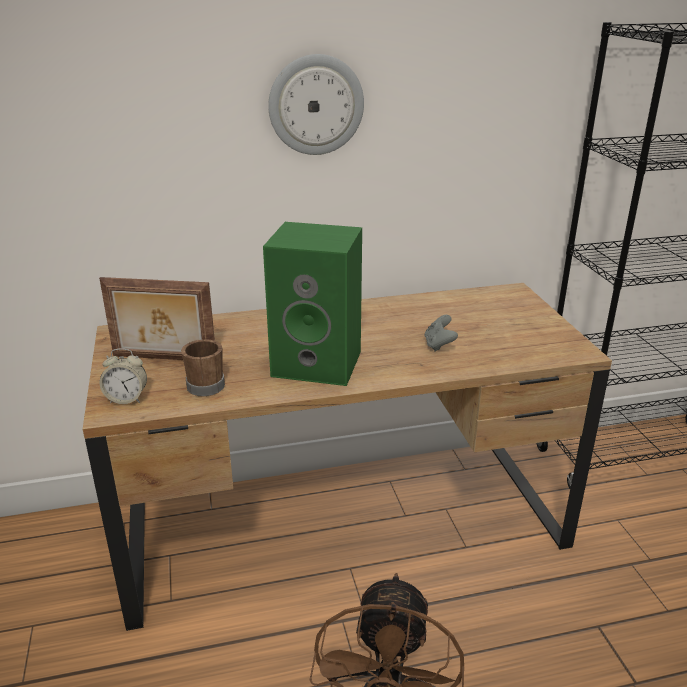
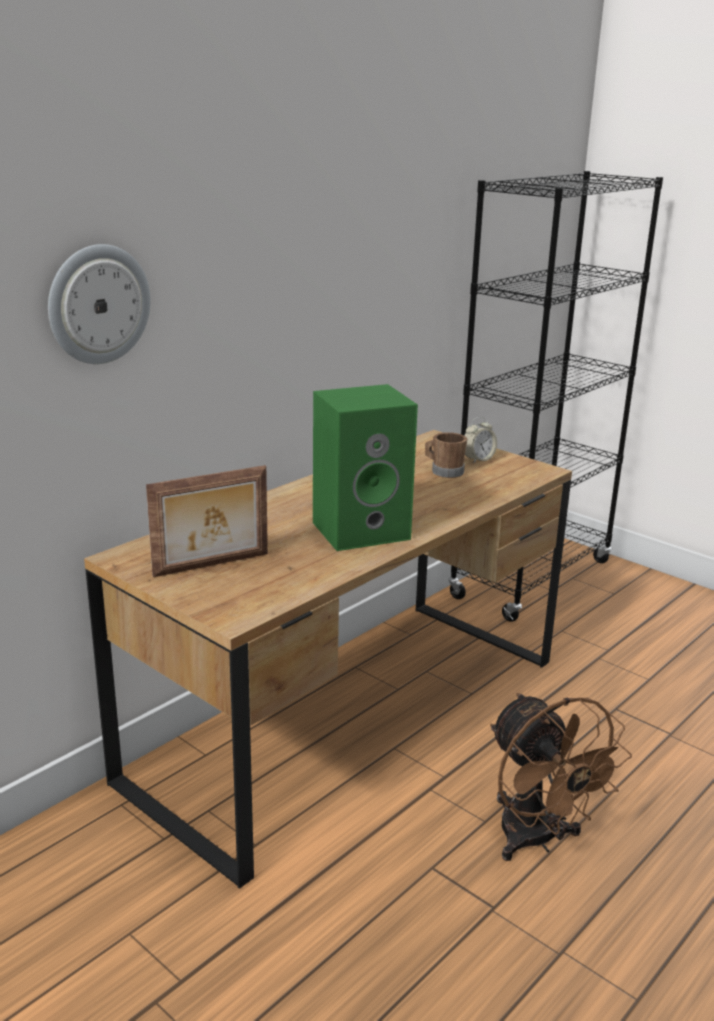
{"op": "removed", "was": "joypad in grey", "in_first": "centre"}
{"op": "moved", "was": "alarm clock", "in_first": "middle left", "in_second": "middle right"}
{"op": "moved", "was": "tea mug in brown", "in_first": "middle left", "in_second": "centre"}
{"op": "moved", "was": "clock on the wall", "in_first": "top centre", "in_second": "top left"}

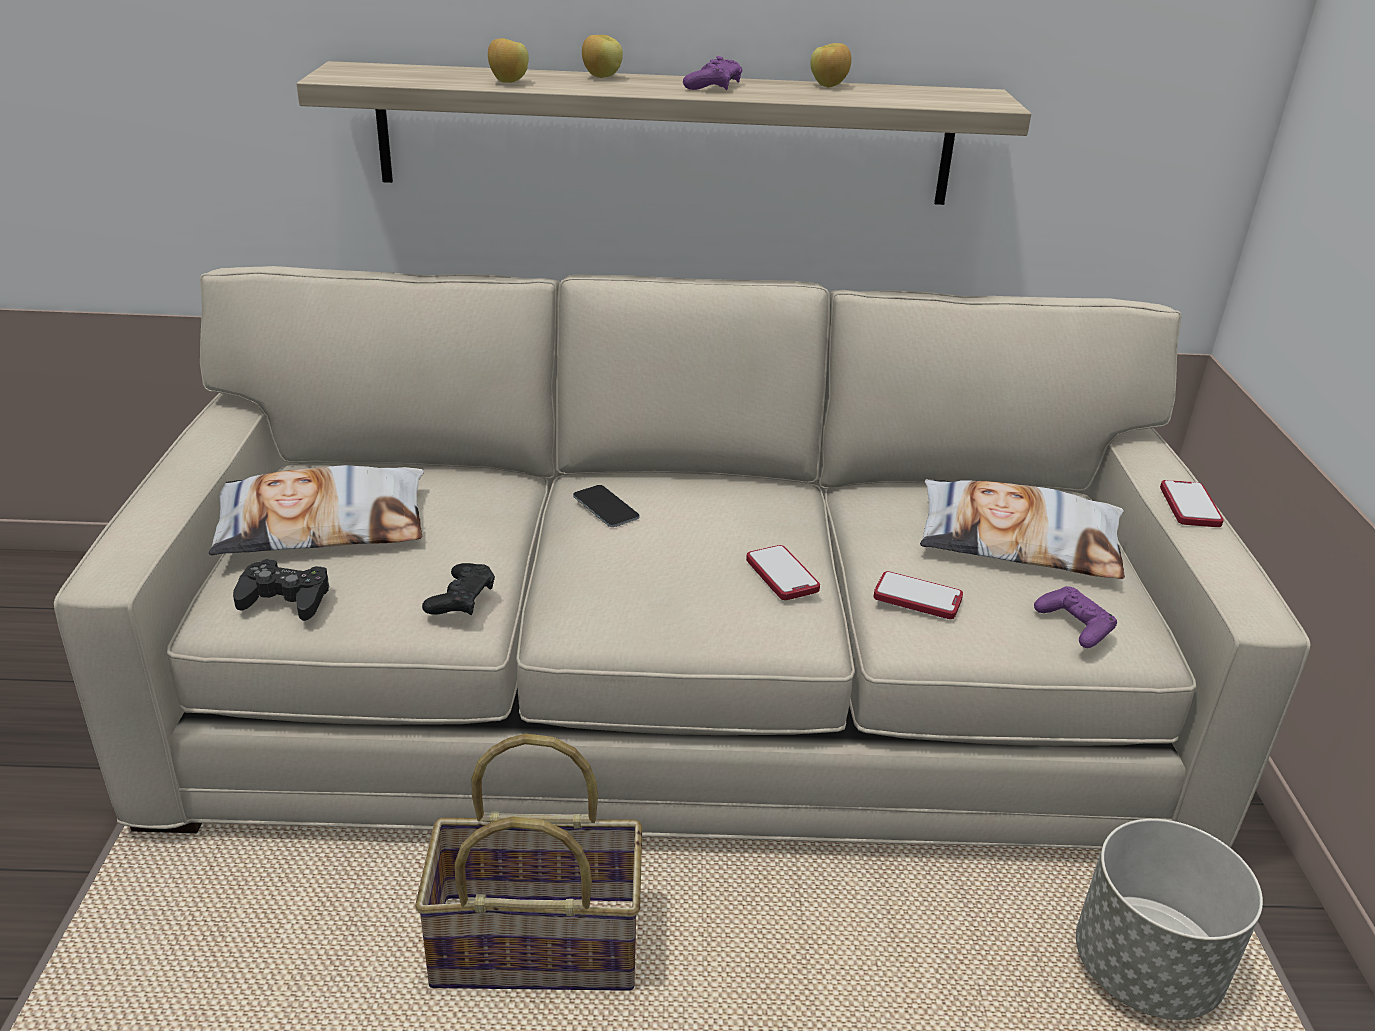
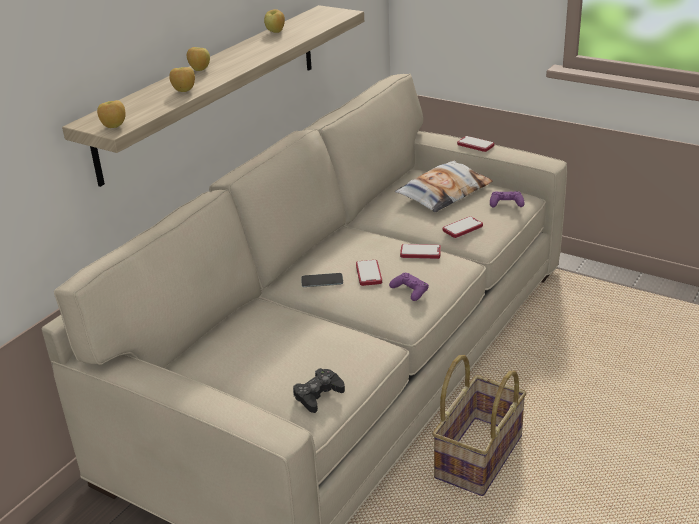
{"op": "removed", "was": "pillow (1st from left)", "in_first": "middle left"}
{"op": "removed", "was": "joypad in black (2nd from left)", "in_first": "middle left"}
{"op": "removed", "was": "planter in grey", "in_first": "bottom right"}
{"op": "added", "now": "apple fruit (1st from left)", "in_second": "top left"}
{"op": "added", "now": "phone (2nd from left)", "in_second": "centre"}
{"op": "moved", "was": "joypad in purple (1st from left)", "in_first": "top centre", "in_second": "centre"}

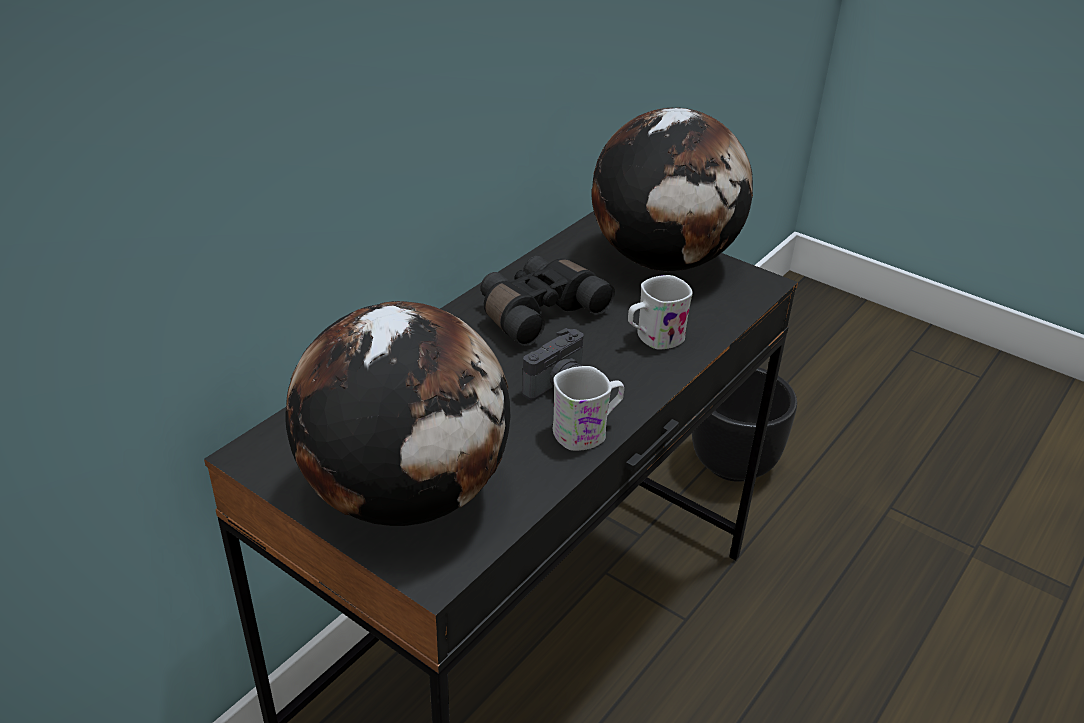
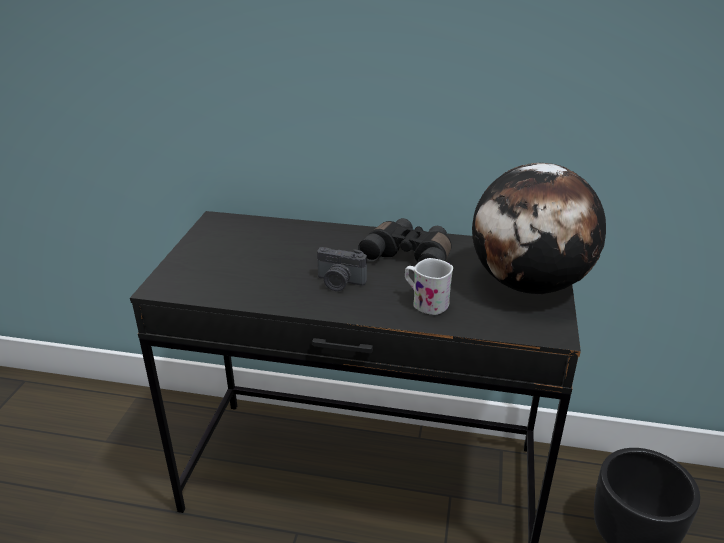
{"op": "removed", "was": "globe (1st from left)", "in_first": "centre"}
{"op": "removed", "was": "tea mug in whitish (1st from left)", "in_first": "centre"}

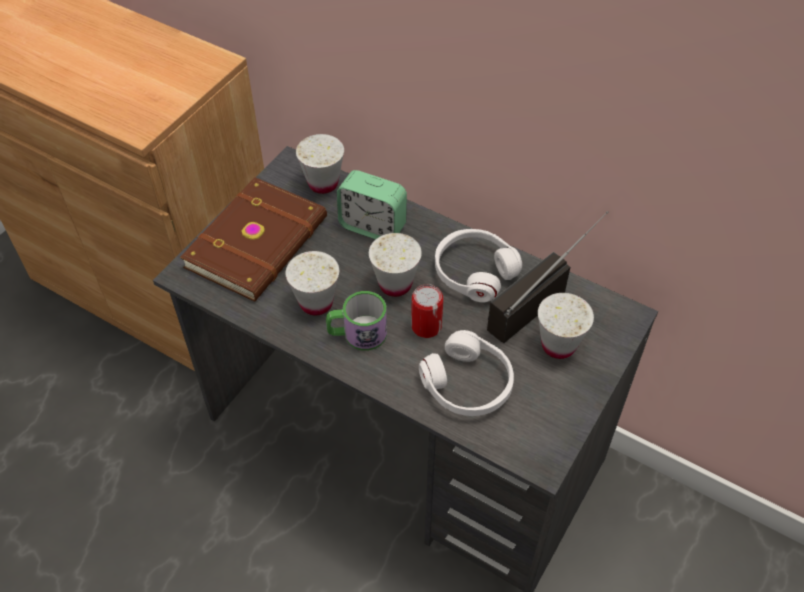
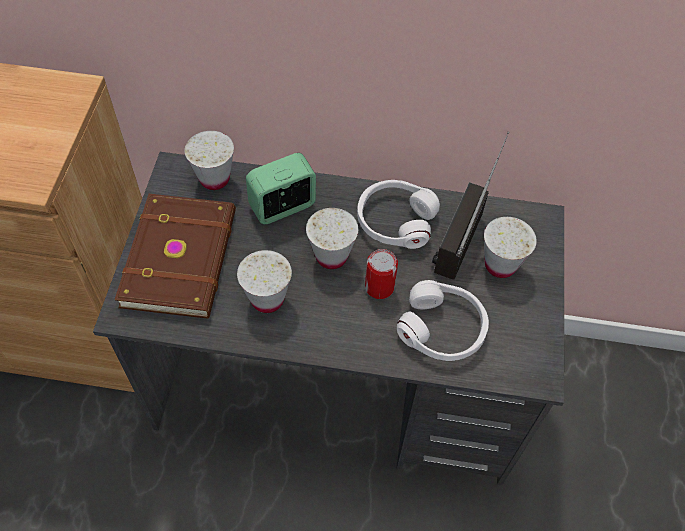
{"op": "removed", "was": "tea mug", "in_first": "centre"}
{"op": "turned", "was": "alarm clock", "in_first": "centre", "in_second": "centre", "clockwise": 150}

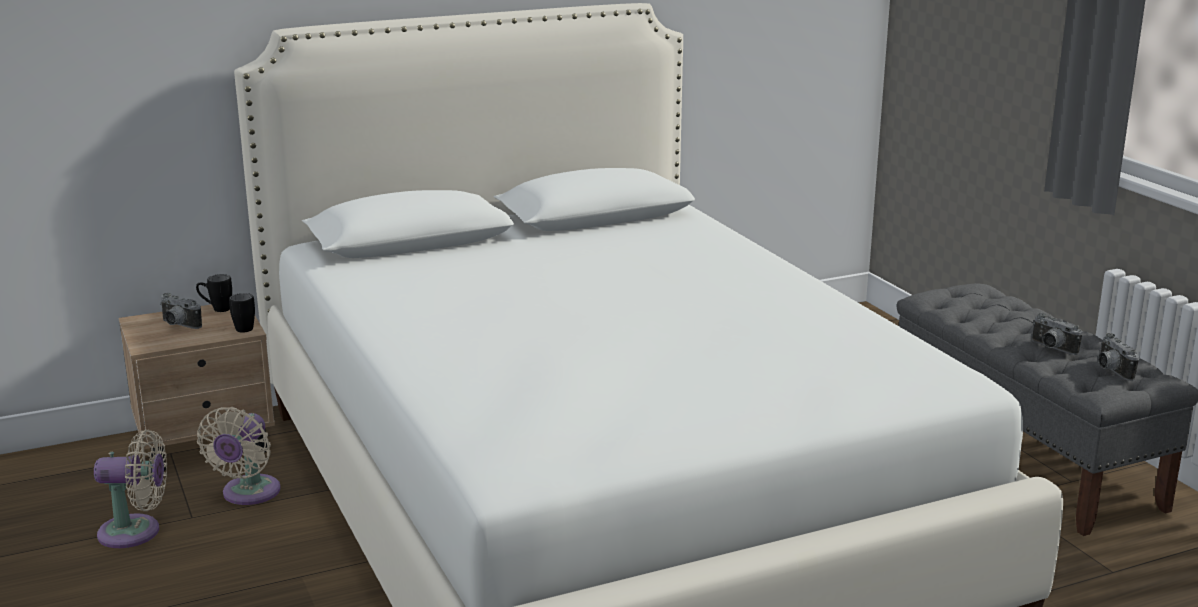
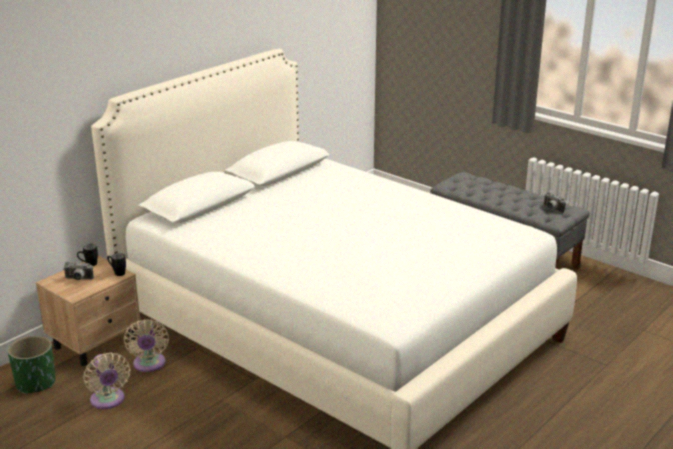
{"op": "removed", "was": "still camera (2nd from left)", "in_first": "middle right"}
{"op": "added", "now": "planter in greenish", "in_second": "bottom left"}
{"op": "turned", "was": "fan in beige-coloured (1st from left)", "in_first": "bottom left", "in_second": "bottom left", "clockwise": 90}

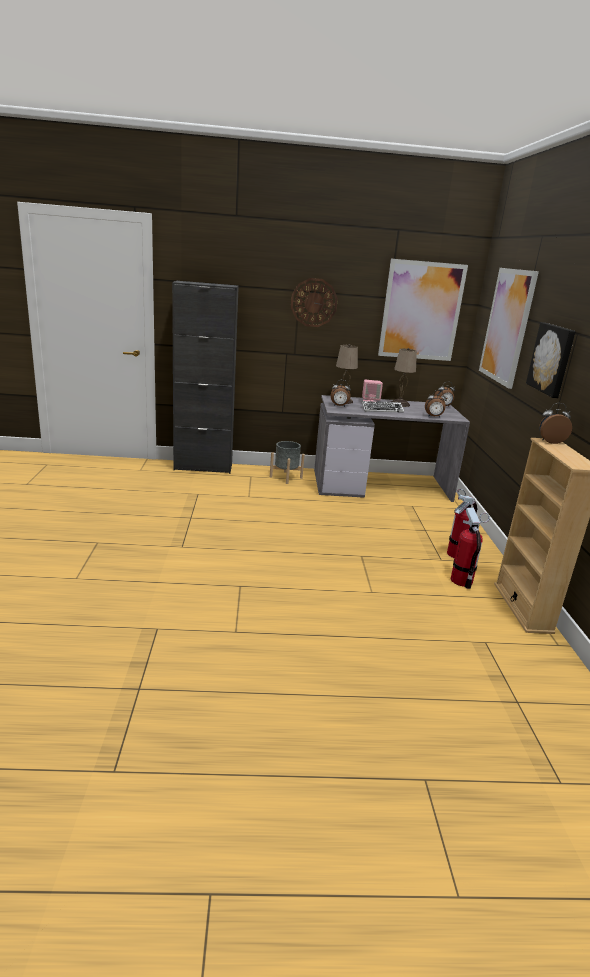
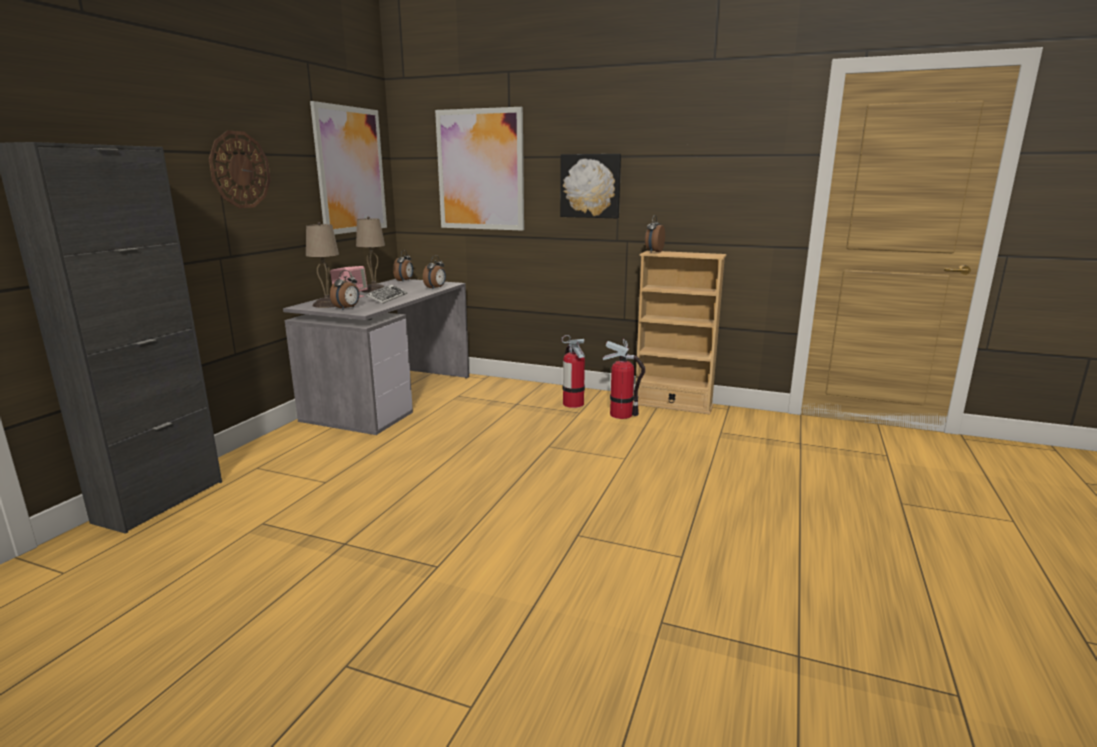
{"op": "removed", "was": "planter in grey", "in_first": "centre"}

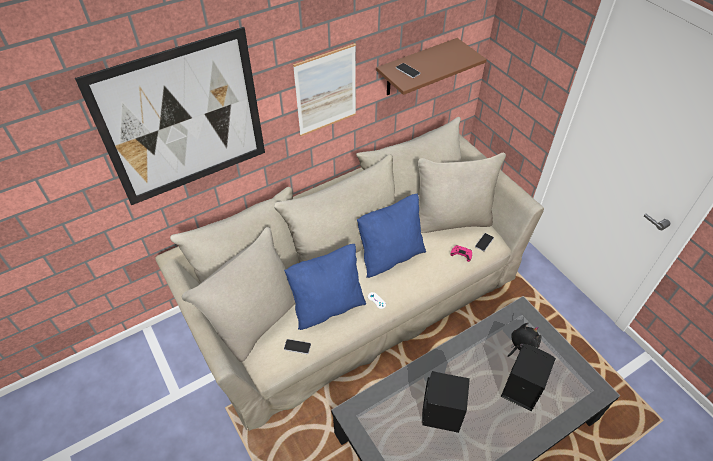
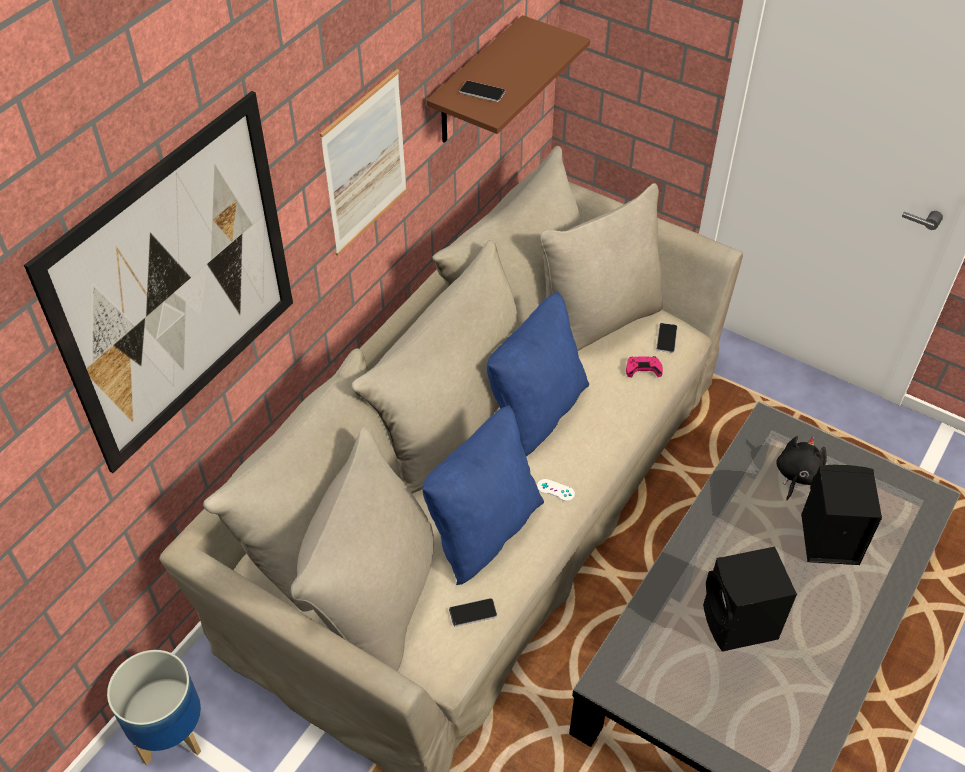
{"op": "added", "now": "planter", "in_second": "bottom left"}

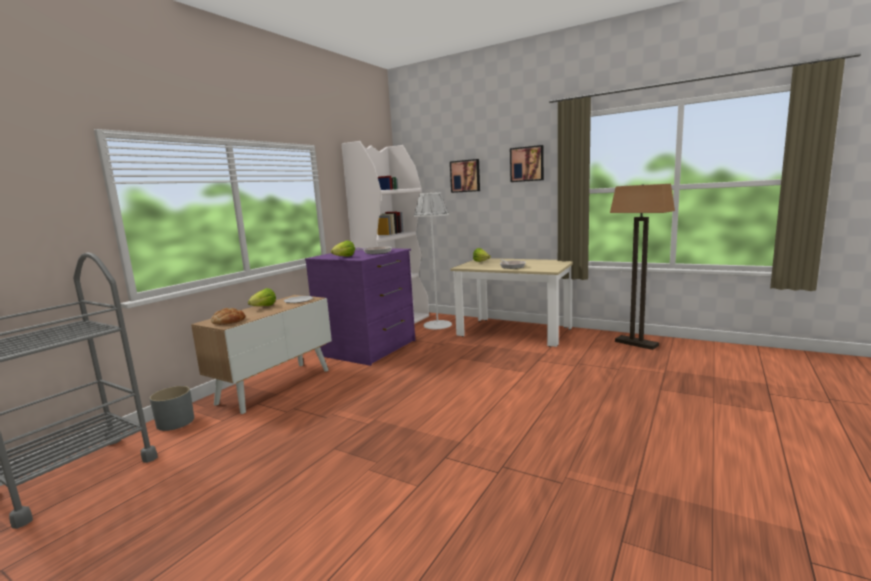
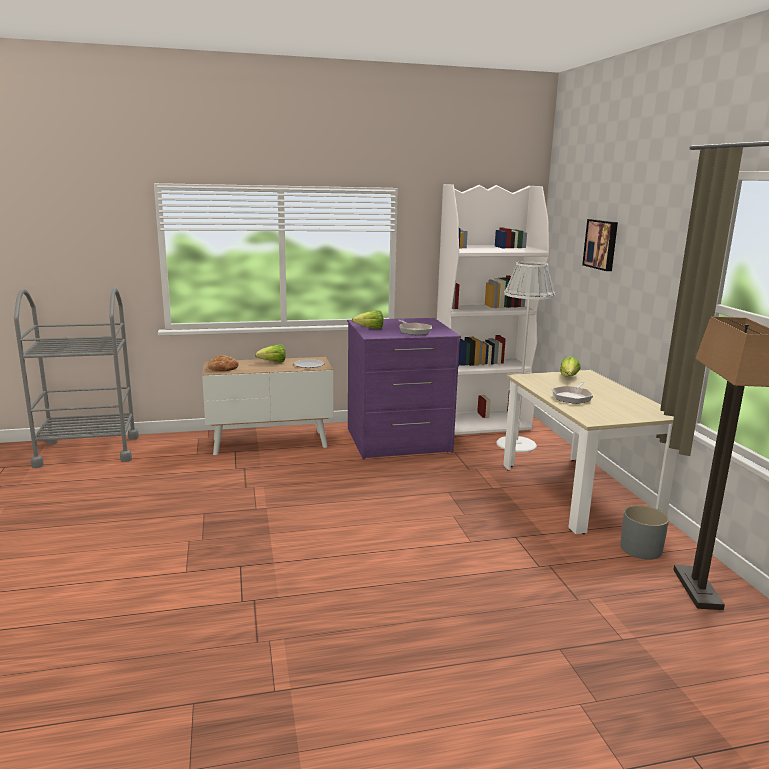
{"op": "removed", "was": "picture (2nd from left)", "in_first": "top centre"}
{"op": "moved", "was": "planter in grey", "in_first": "bottom left", "in_second": "bottom right"}

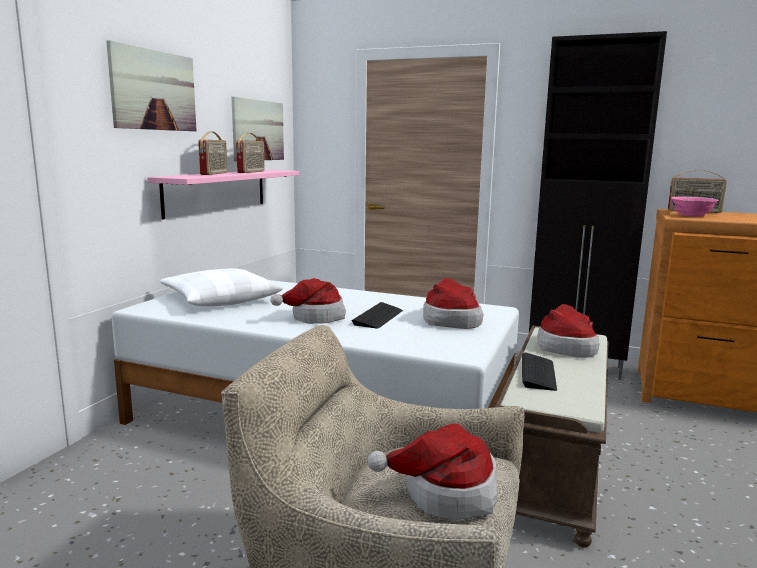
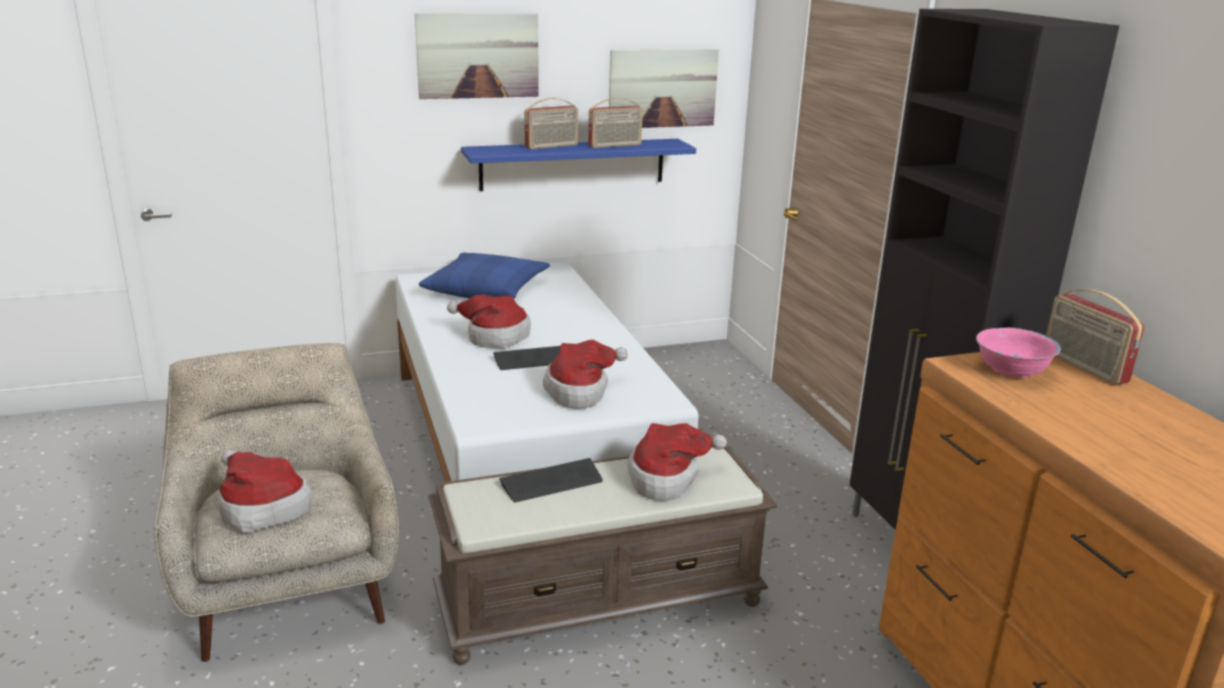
{"op": "recoloured", "was": "bracket shelf in pink-coloured", "now": "bracket shelf in blue", "in_first": "middle left", "in_second": "top centre"}
{"op": "recoloured", "was": "pillow in whitish", "now": "pillow in blue", "in_first": "middle left", "in_second": "centre"}

